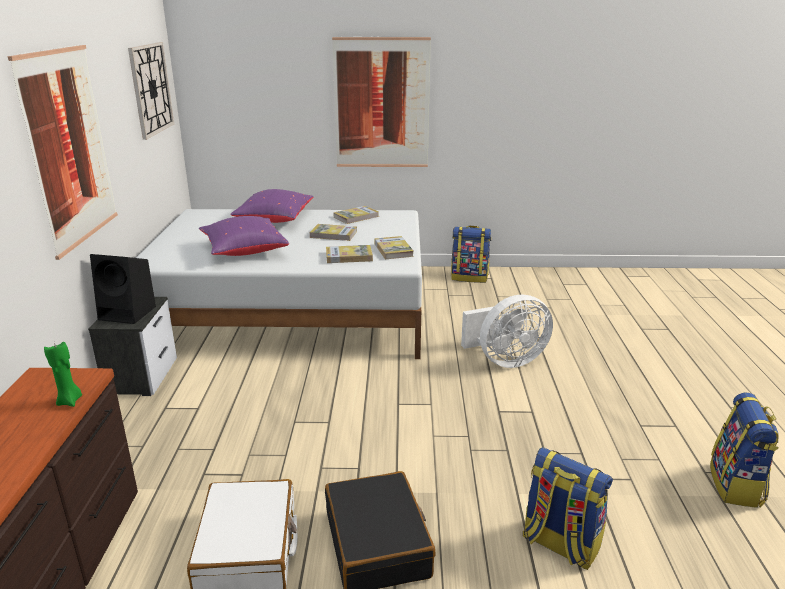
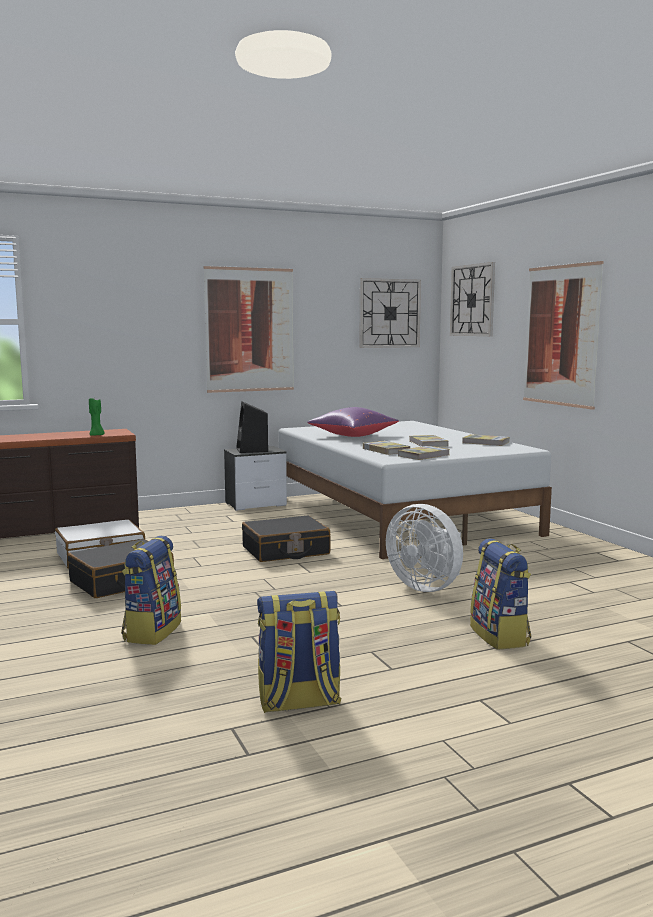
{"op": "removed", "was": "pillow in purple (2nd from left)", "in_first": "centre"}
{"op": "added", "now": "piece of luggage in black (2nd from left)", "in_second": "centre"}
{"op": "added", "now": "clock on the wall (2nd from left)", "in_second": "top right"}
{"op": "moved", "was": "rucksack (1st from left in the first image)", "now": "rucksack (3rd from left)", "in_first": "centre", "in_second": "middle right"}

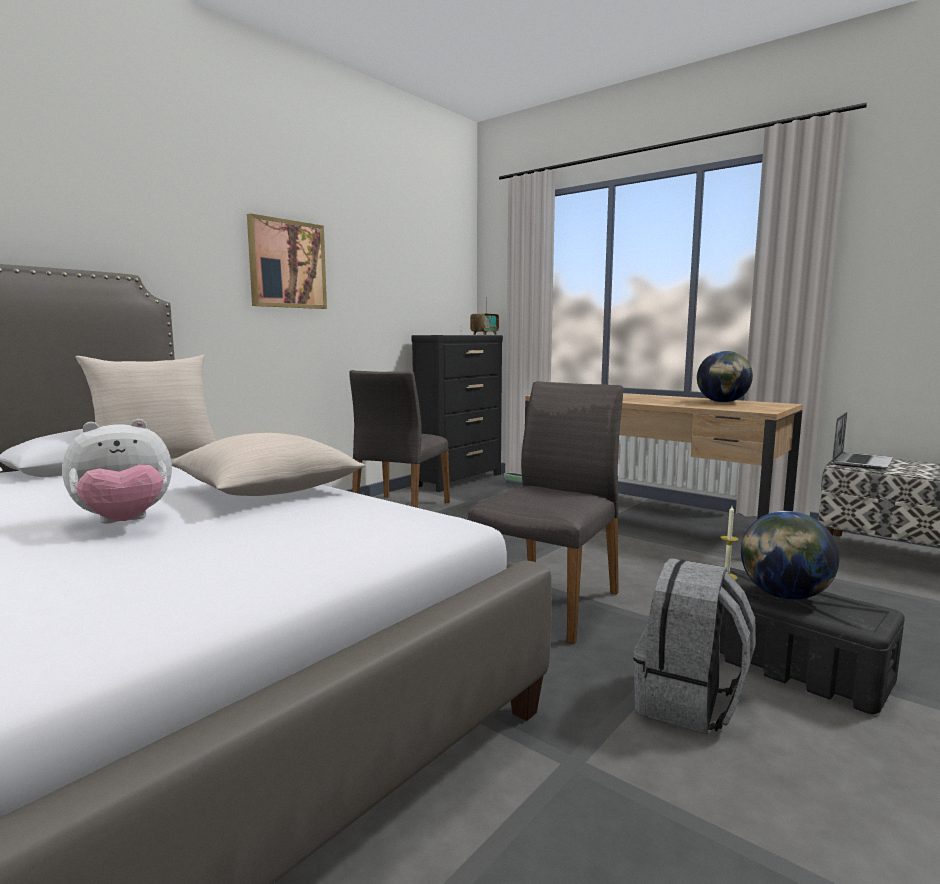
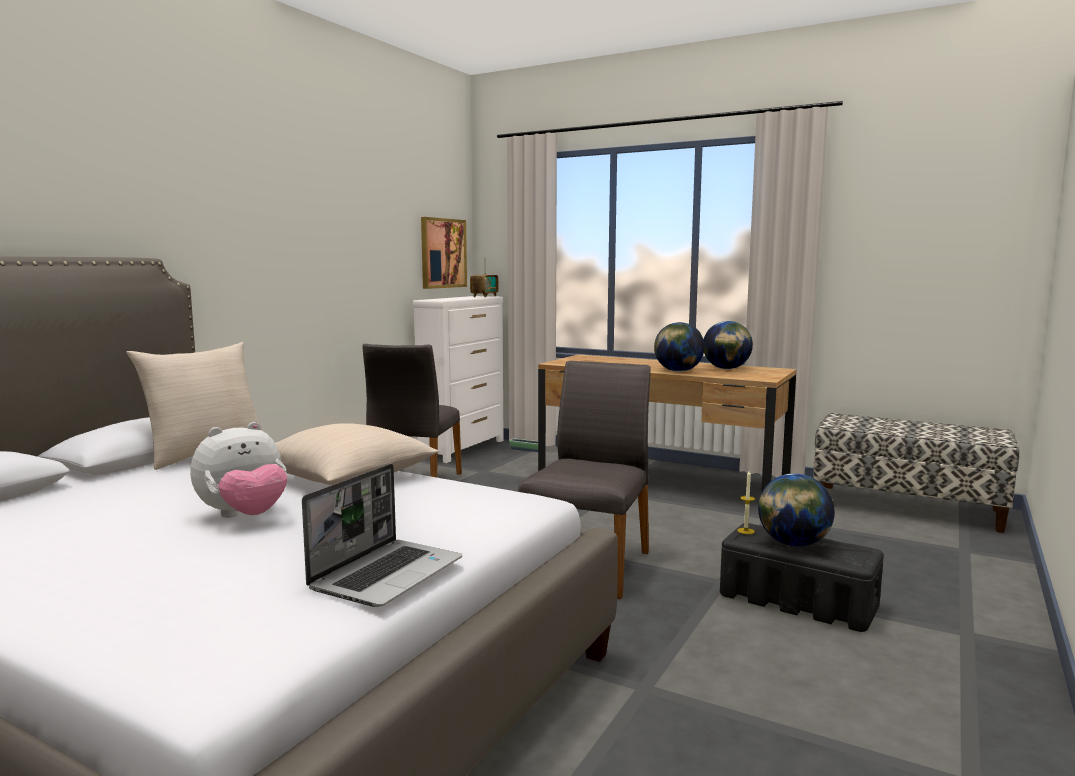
{"op": "removed", "was": "rucksack in grey", "in_first": "bottom right"}
{"op": "added", "now": "globe (1st from left)", "in_second": "centre"}
{"op": "moved", "was": "picture", "in_first": "top left", "in_second": "top centre"}
{"op": "moved", "was": "laptop", "in_first": "middle right", "in_second": "bottom centre"}
{"op": "recoloured", "was": "drawer chest in black", "now": "drawer chest in whitish", "in_first": "centre", "in_second": "centre"}

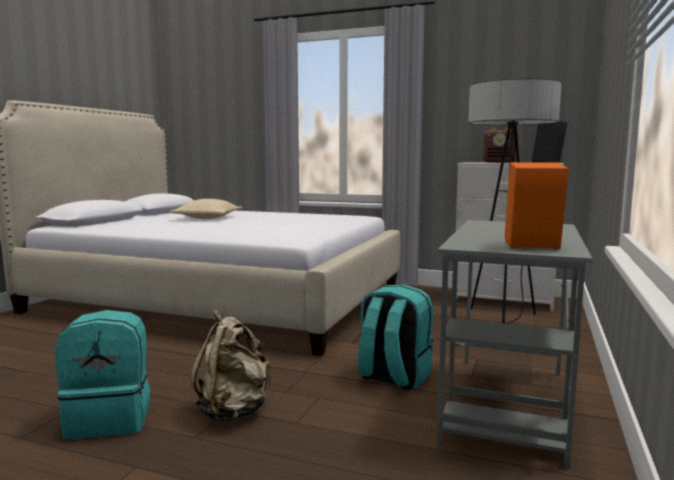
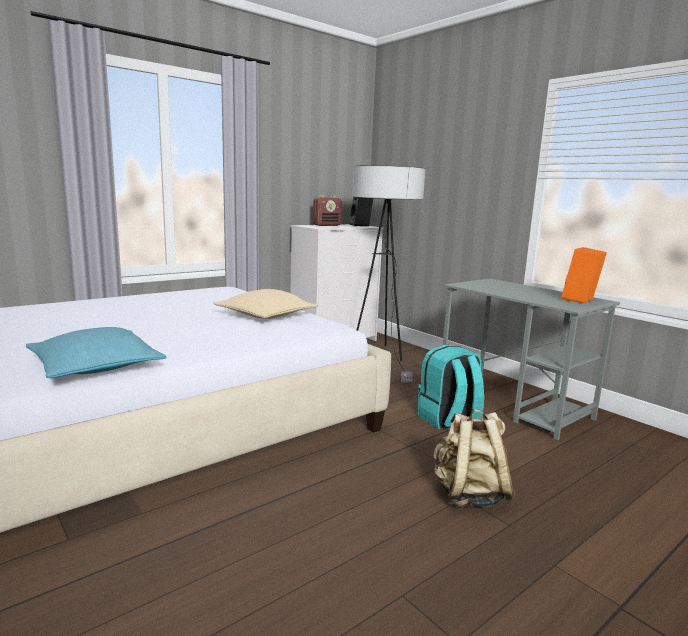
{"op": "removed", "was": "rucksack in turquoise-coloured (1st from left)", "in_first": "bottom left"}
{"op": "added", "now": "pillow in turquoise-coloured", "in_second": "middle left"}
{"op": "moved", "was": "pillow in beige-coloured", "in_first": "middle left", "in_second": "centre"}

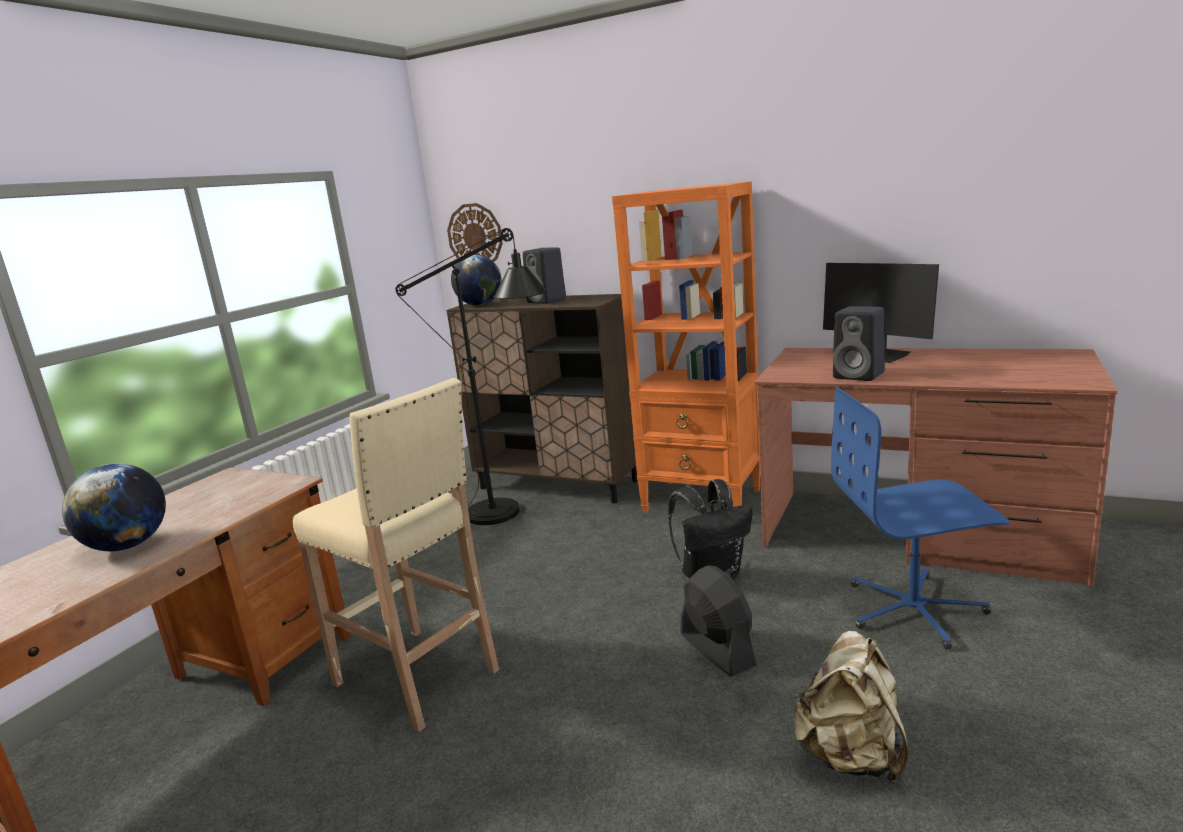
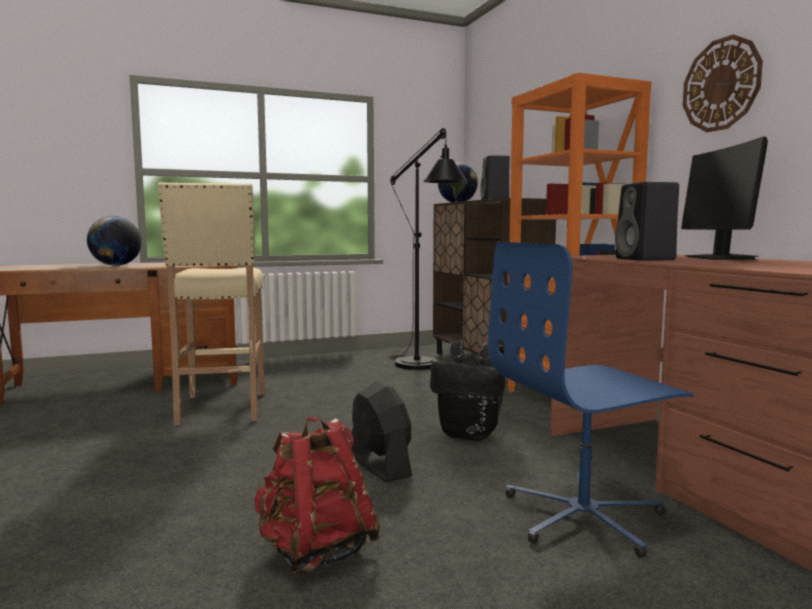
{"op": "moved", "was": "clock on the wall", "in_first": "top centre", "in_second": "top right"}
{"op": "recoloured", "was": "rucksack in beige-coloured", "now": "rucksack in red-coloured", "in_first": "bottom right", "in_second": "bottom centre"}
{"op": "turned", "was": "fan in black", "in_first": "bottom centre", "in_second": "bottom centre", "clockwise": -45}
{"op": "turned", "was": "desk chair in blue", "in_first": "middle right", "in_second": "middle right", "clockwise": -60}

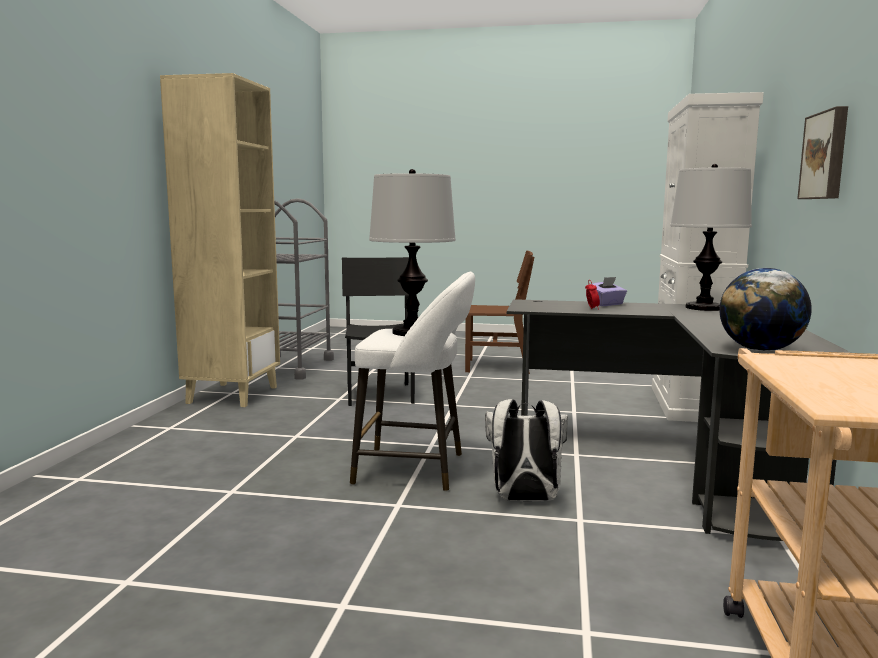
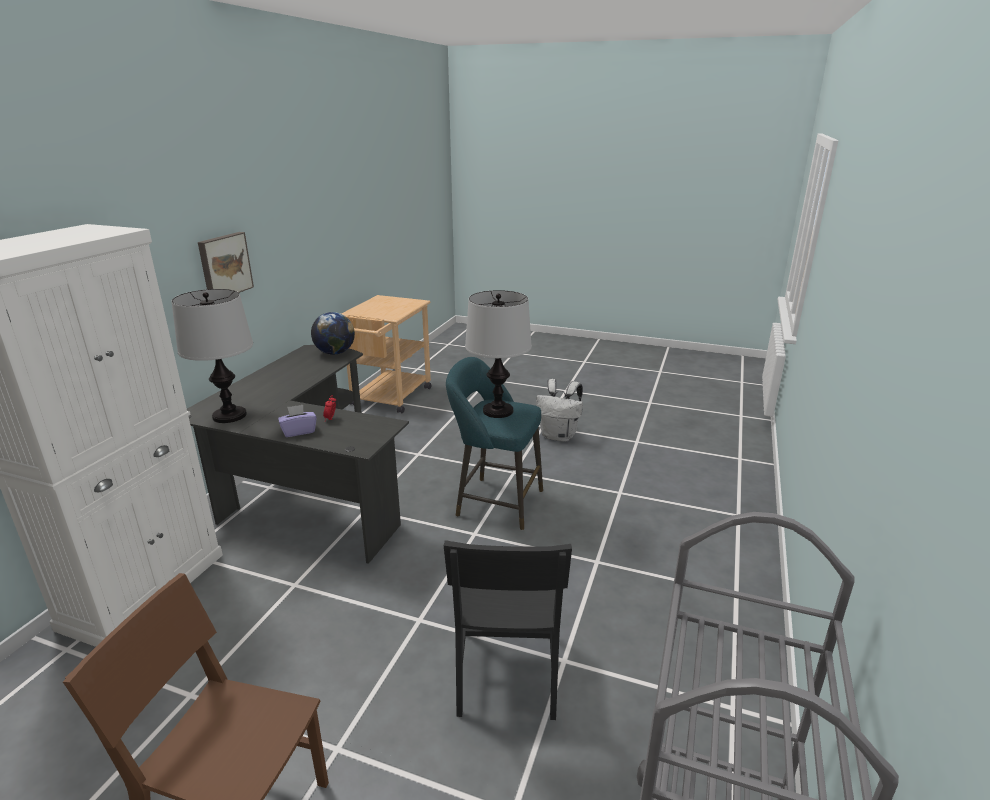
{"op": "removed", "was": "bookshelf in beige-coloured", "in_first": "middle left"}
{"op": "moved", "was": "rucksack in whitish", "in_first": "bottom centre", "in_second": "centre"}
{"op": "recoloured", "was": "sitting stool in whitish", "now": "sitting stool in turquoise-coloured", "in_first": "centre", "in_second": "centre"}

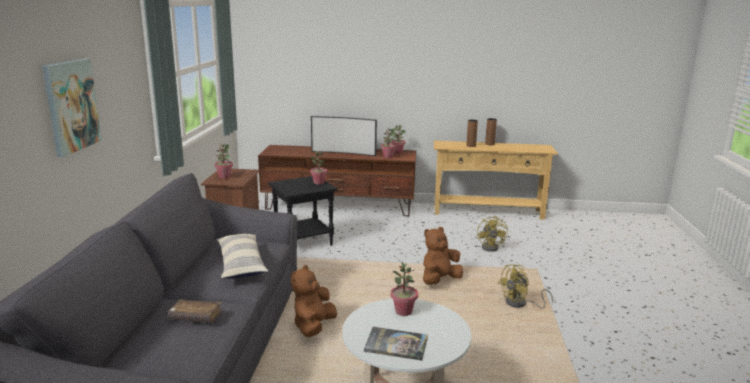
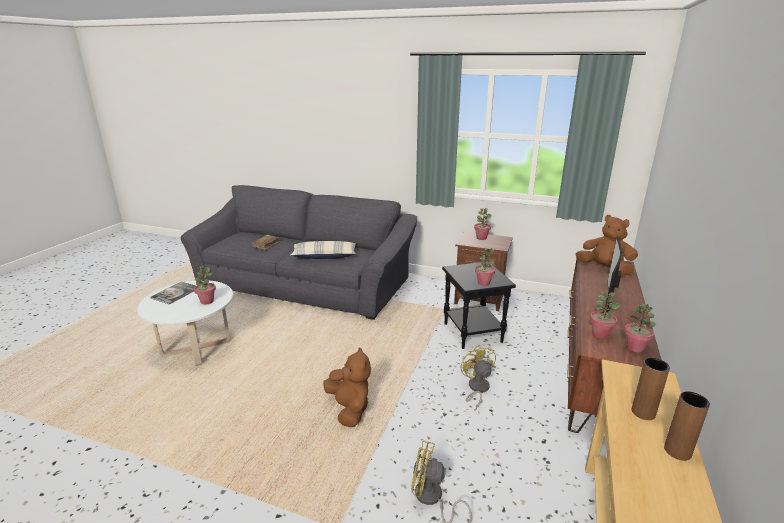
{"op": "removed", "was": "picture", "in_first": "top left"}
{"op": "moved", "was": "plush toy in brown (1st from left in the first image)", "now": "plush toy in brown (2nd from left)", "in_first": "bottom centre", "in_second": "middle right"}
{"op": "moved", "was": "fan in yellow-coloured (2nd from left)", "in_first": "bottom right", "in_second": "bottom centre"}

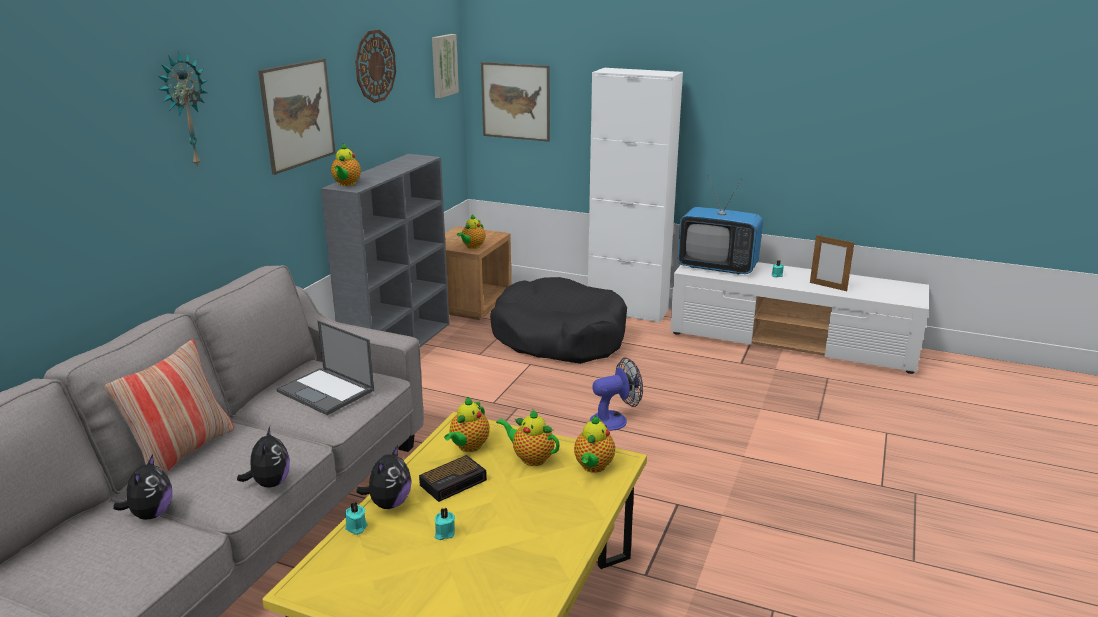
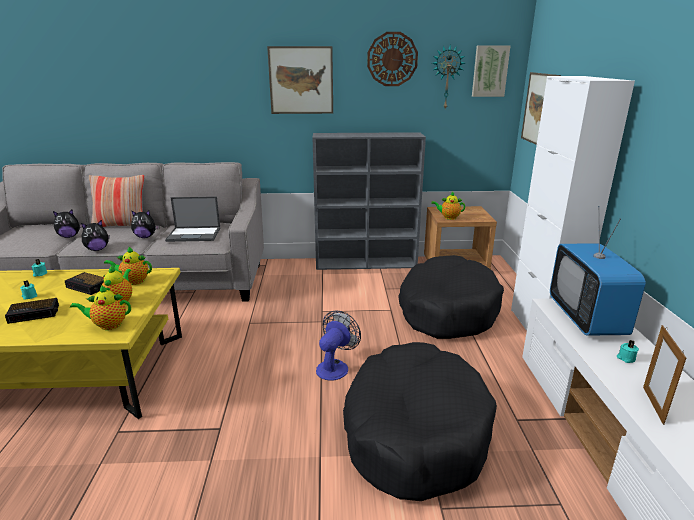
{"op": "removed", "was": "pot for tea (1st from left)", "in_first": "top left"}
{"op": "added", "now": "alarm clock (1st from left)", "in_second": "middle left"}
{"op": "added", "now": "pet bed in black (1st from left)", "in_second": "bottom centre"}
{"op": "moved", "was": "clock on the wall (1st from left in the first image)", "now": "clock on the wall (2nd from left)", "in_first": "top left", "in_second": "top centre"}
{"op": "moved", "was": "plush toy (3rd from left)", "in_first": "bottom centre", "in_second": "middle left"}
{"op": "turned", "was": "laptop", "in_first": "middle left", "in_second": "middle left", "clockwise": -105}
{"op": "turned", "was": "fan", "in_first": "centre", "in_second": "centre", "clockwise": -105}

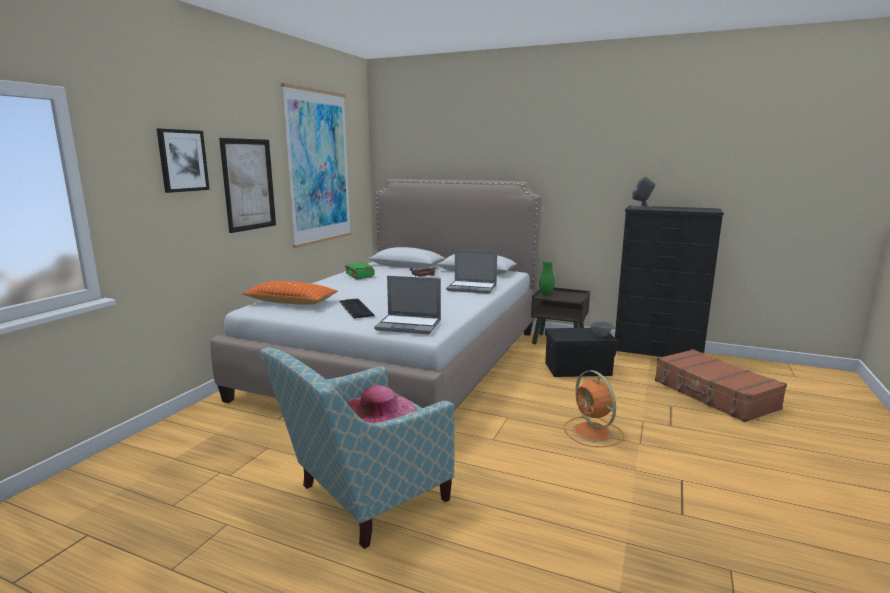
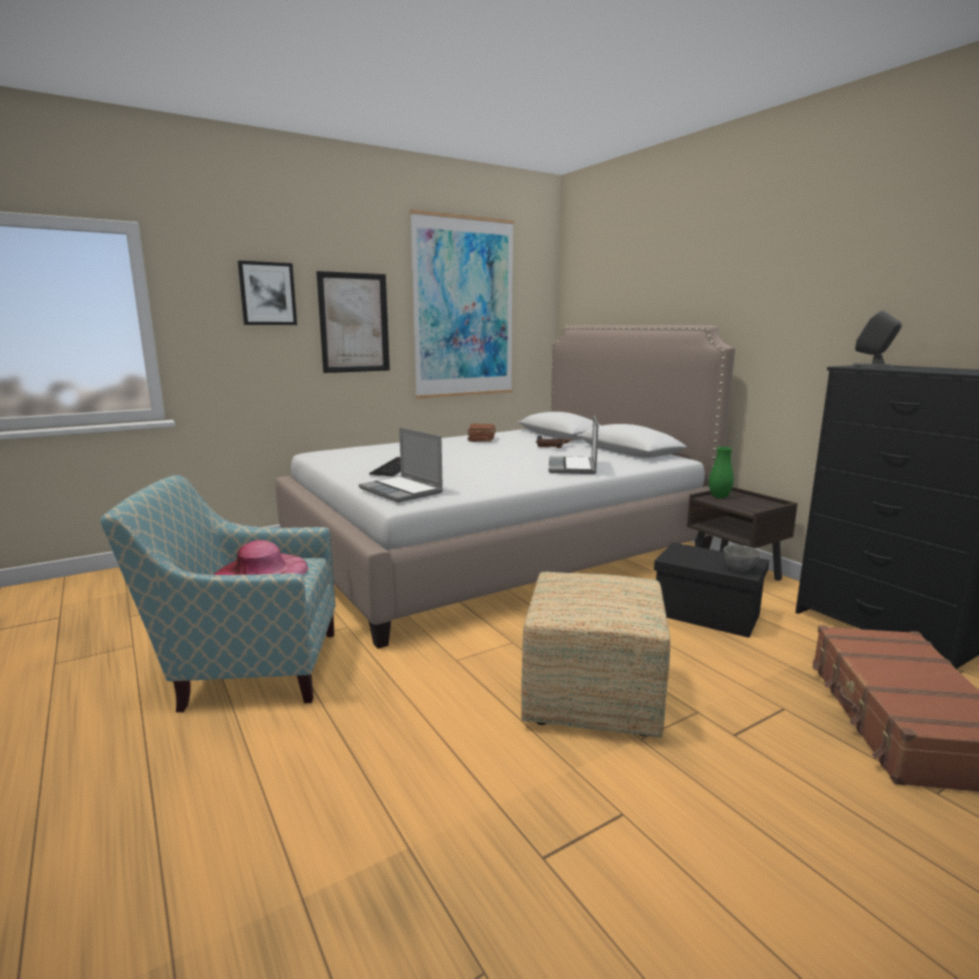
{"op": "removed", "was": "pillow in orange", "in_first": "middle left"}
{"op": "replaced", "was": "fan in orange", "now": "footrest", "in_first": "bottom right", "in_second": "bottom centre"}
{"op": "recoloured", "was": "volume in greenish", "now": "volume in brown", "in_first": "centre", "in_second": "centre"}
{"op": "turned", "was": "laptop (2nd from left)", "in_first": "centre", "in_second": "centre", "clockwise": 45}

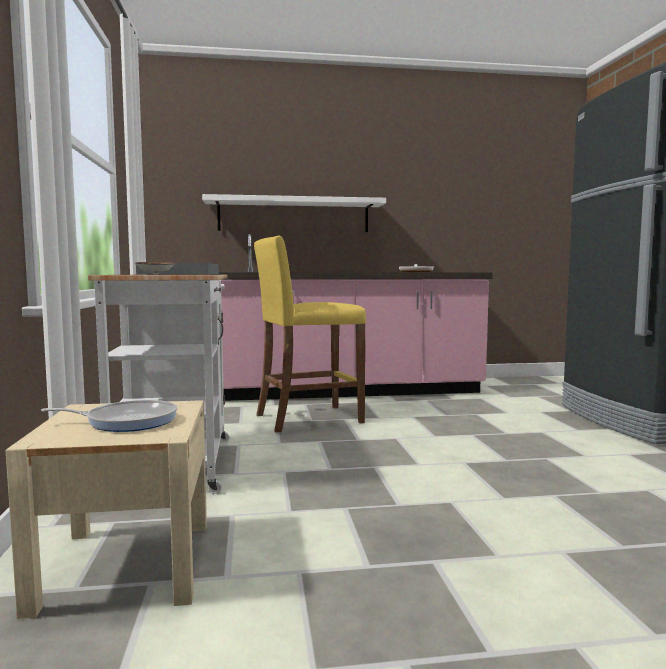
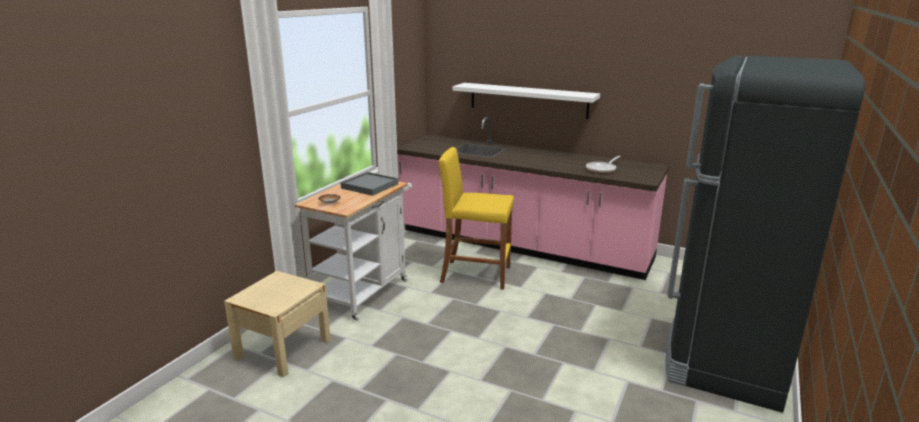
{"op": "removed", "was": "frying pan (1st from left)", "in_first": "middle left"}

